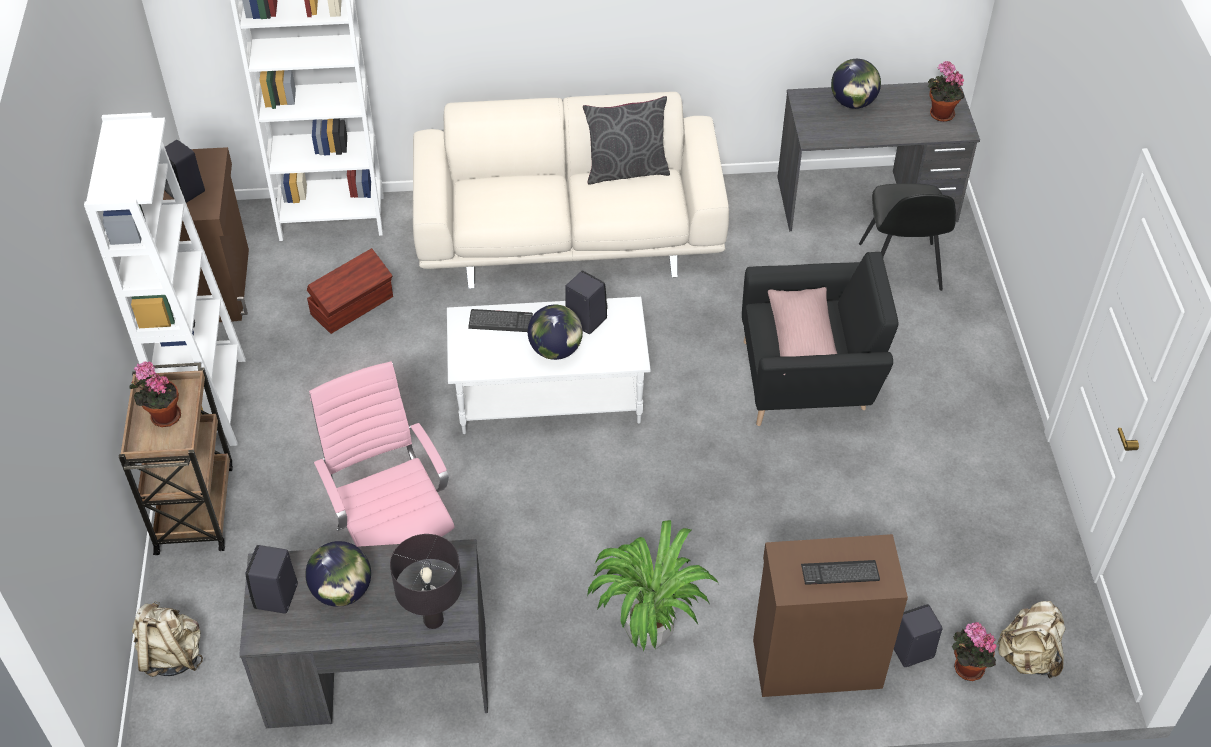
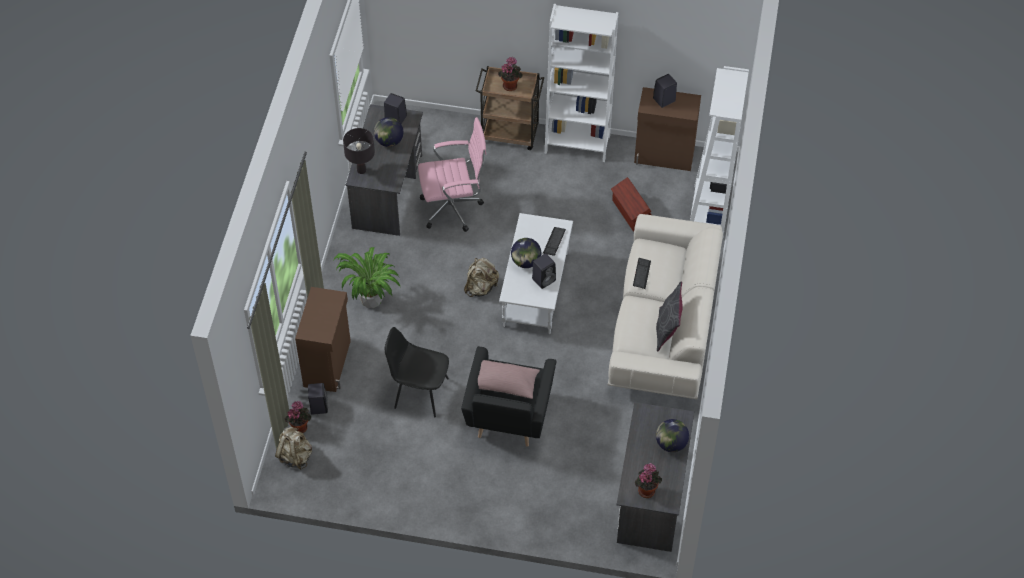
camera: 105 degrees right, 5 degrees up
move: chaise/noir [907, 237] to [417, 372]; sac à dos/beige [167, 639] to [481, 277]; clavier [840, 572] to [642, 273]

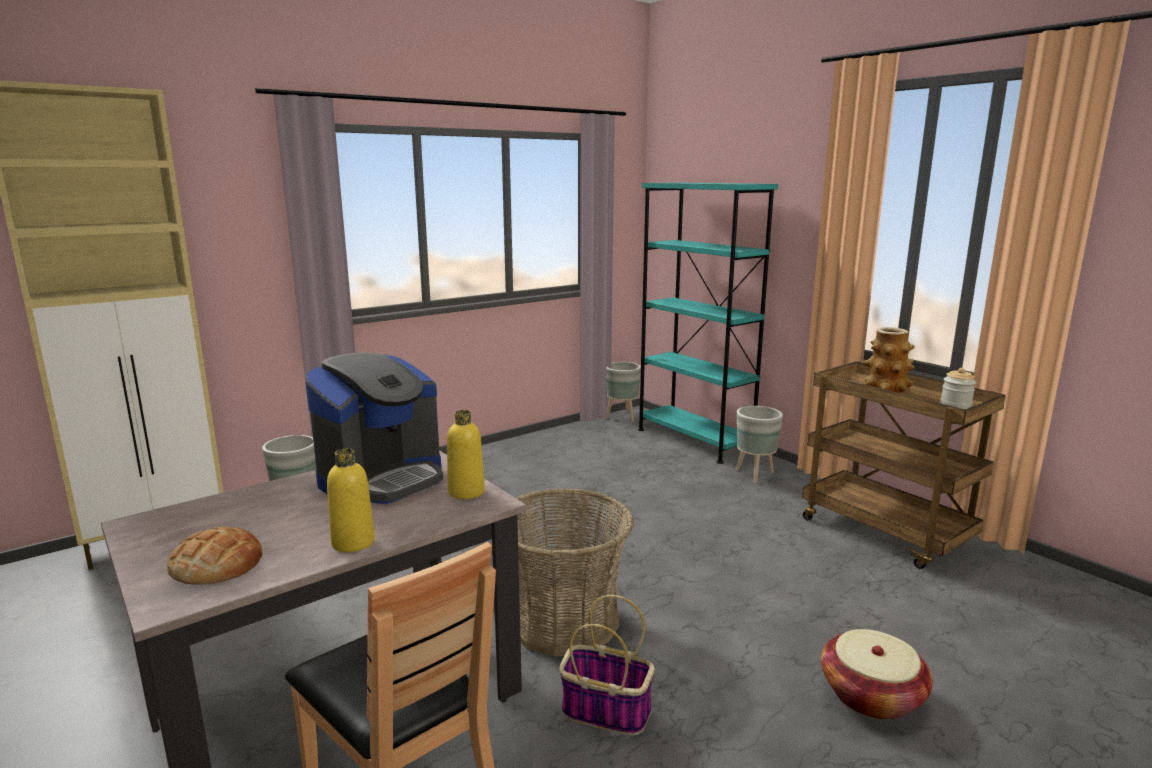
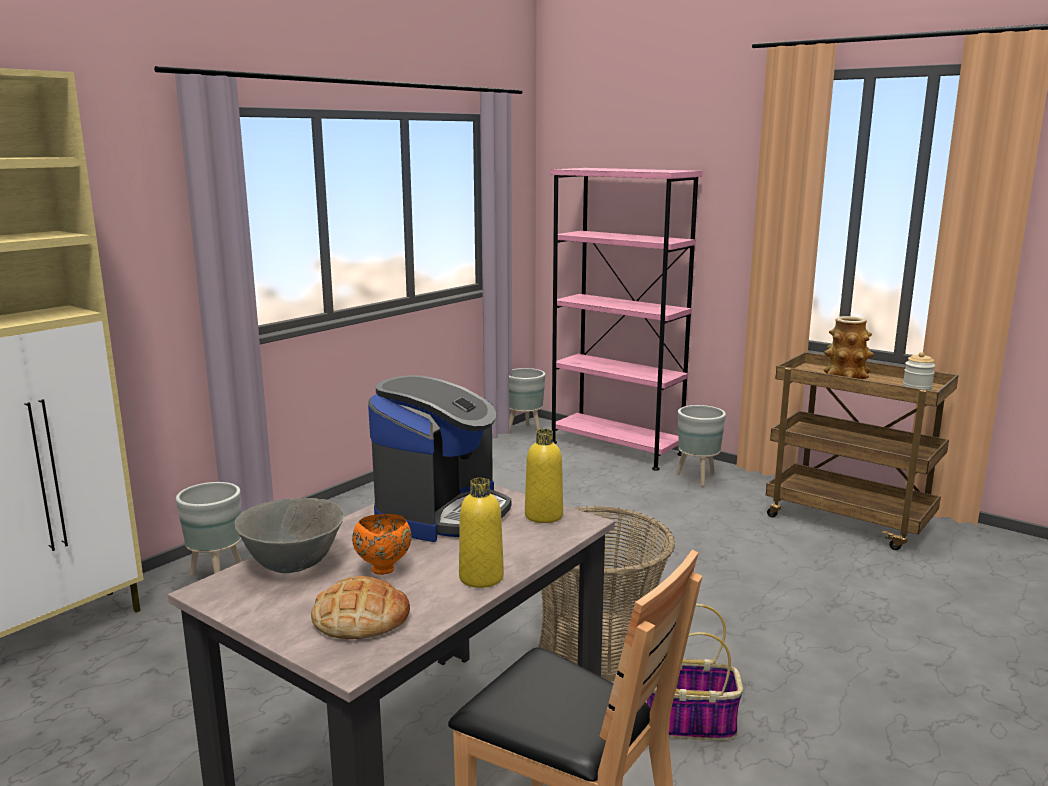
camera: 15 degrees left, 0 degrees up
delete: panier [877, 674]
insert: bol/gris [289, 535]; bol/orange [382, 544]
recolor: bibliothèque/turquoise [708, 323] to bibliothèque/rose [626, 319]

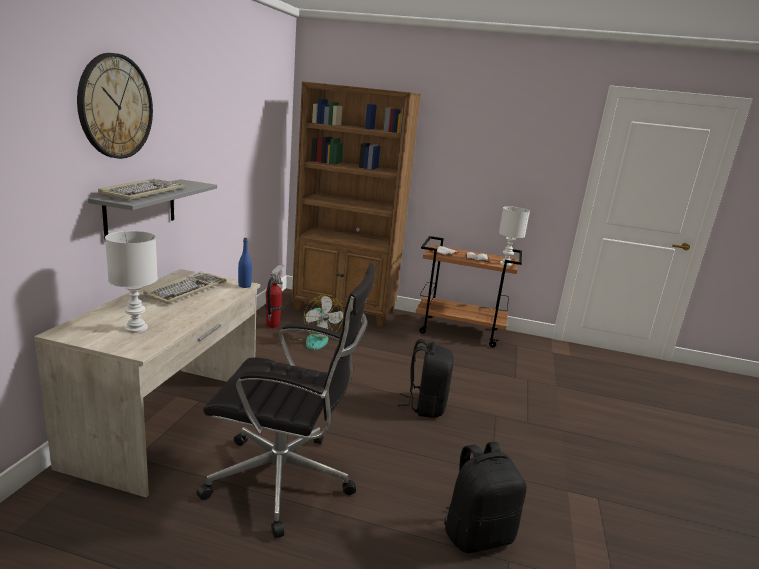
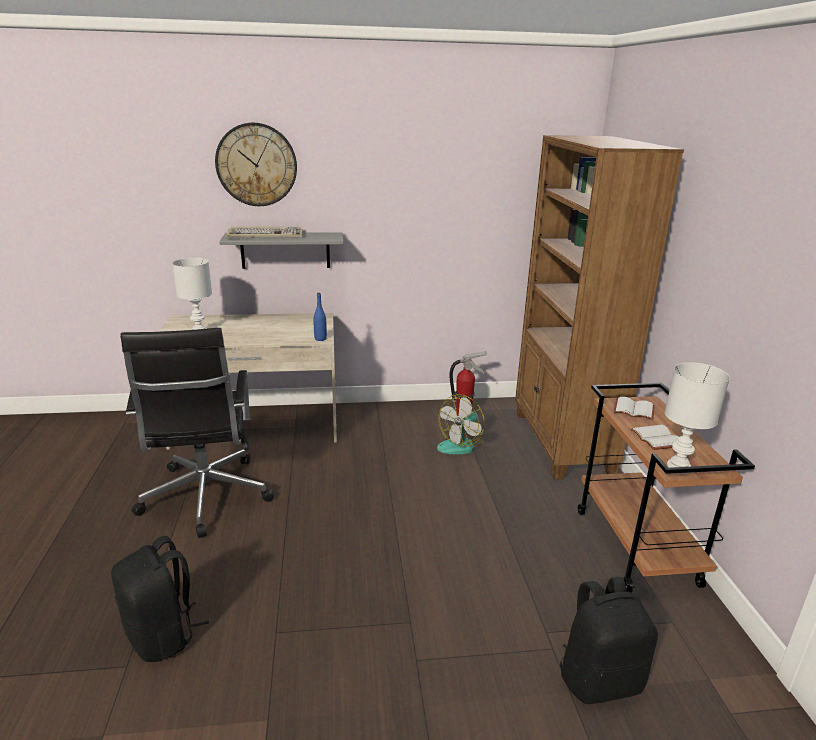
camera: 70 degrees right, 5 degrees up
delete: clavier [185, 287]
move: sac à dos/noir [426, 378] to [609, 640]

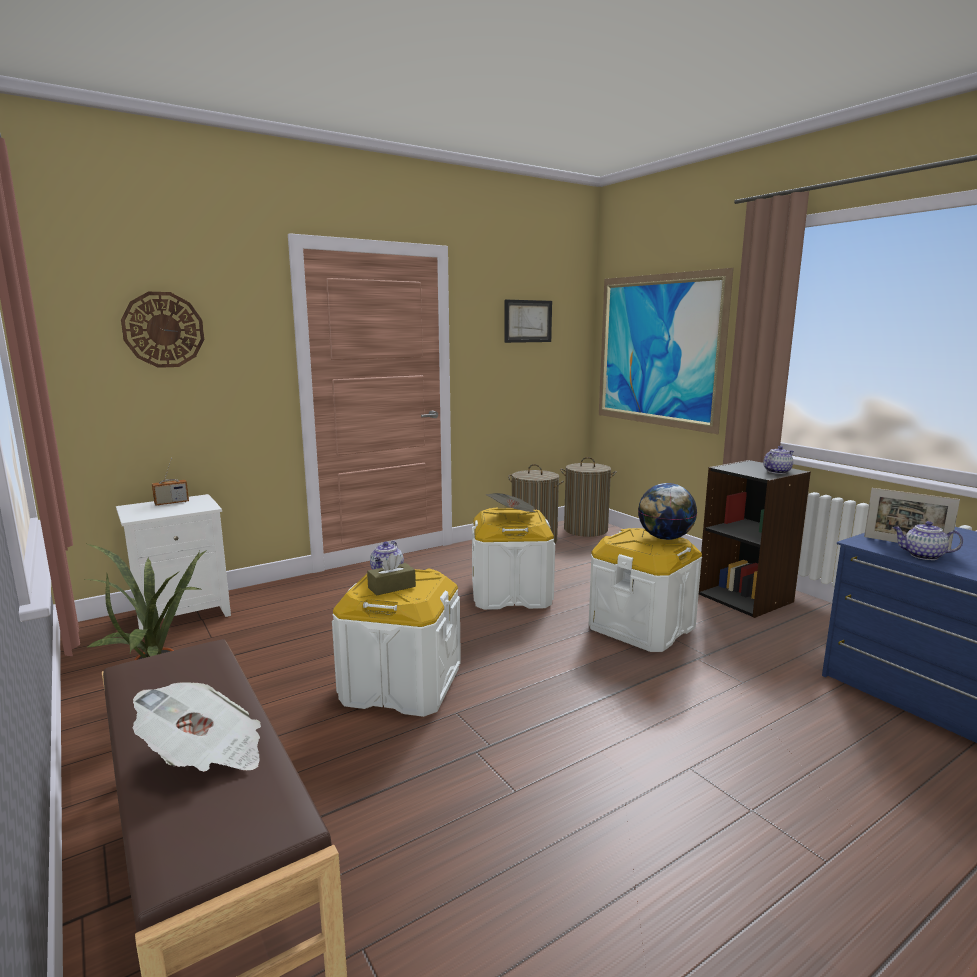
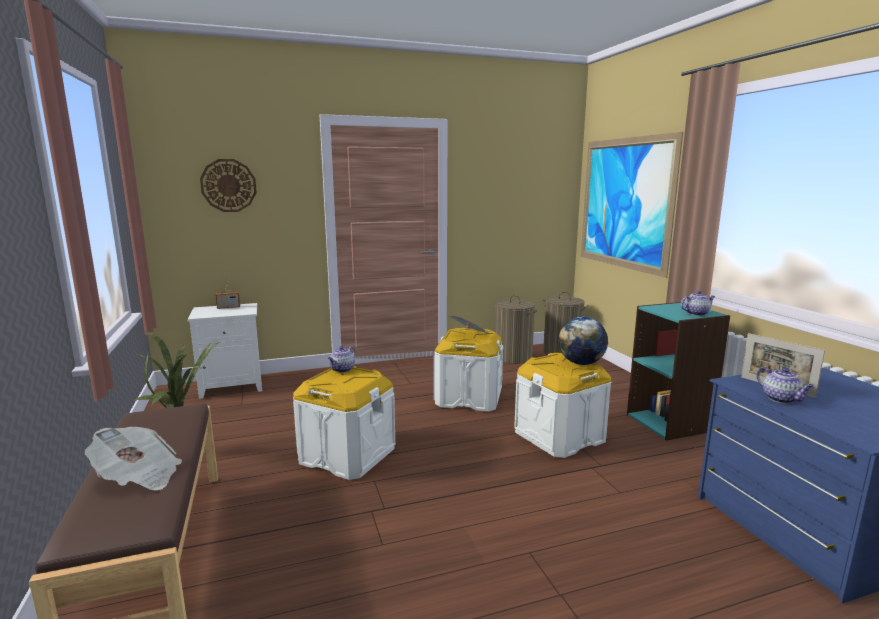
camera: 15 degrees right, 0 degrees up
delete: boîte à mouchoirs/marron [391, 574]; tableau [528, 321]
recolor: bibliothèque/noir [755, 539] to bibliothèque/turquoise [678, 371]
rotate: théière [928, 540] = [785, 385] 150 degrees counterclockwise

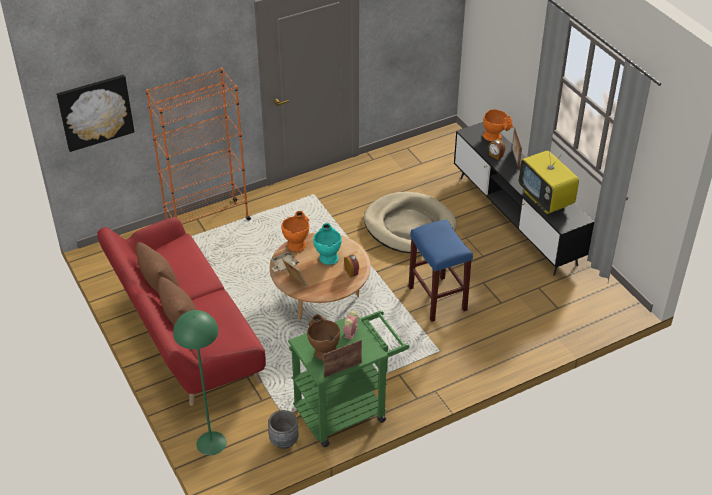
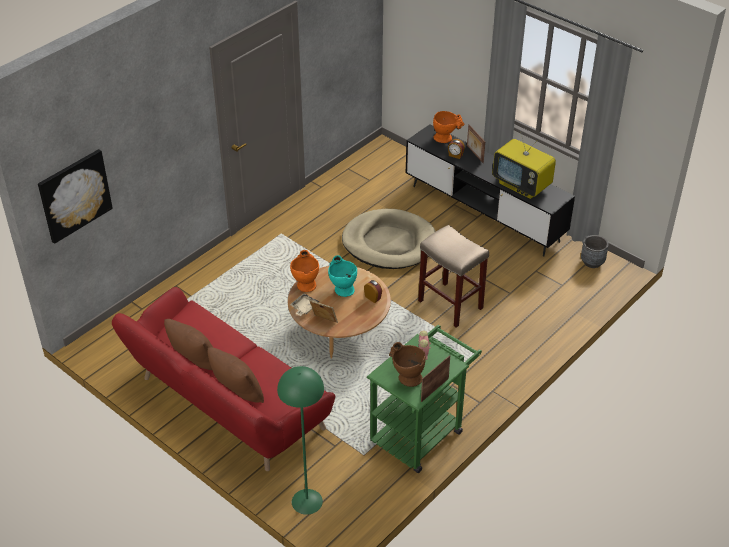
camera: 20 degrees left, 0 degrees up
delete: bibliothèque/orange [198, 145]
move: cache-pot/gris [283, 429] to [595, 251]
recolor: tabouret/bleu [440, 270] to tabouret/beige [453, 276]

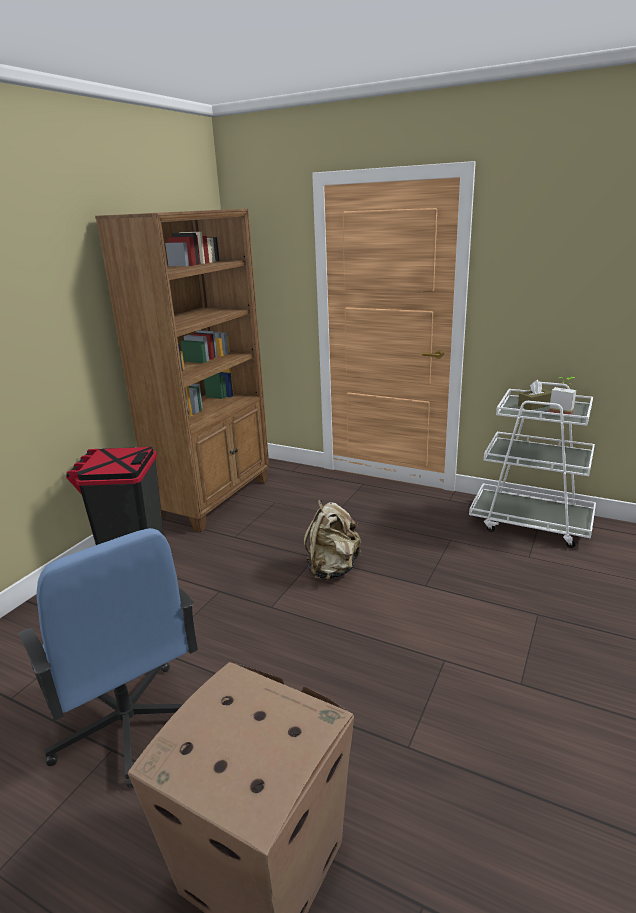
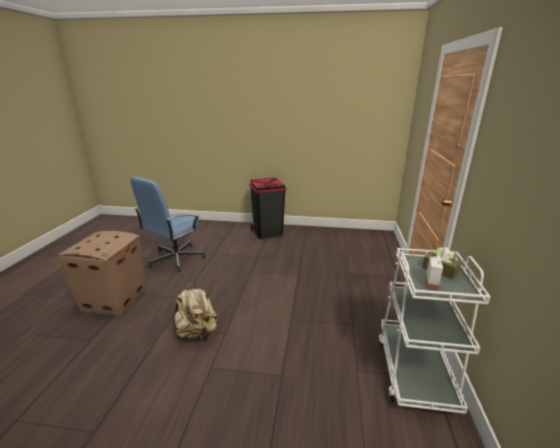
camera: 70 degrees right, 0 degrees up
delete: bibliothèque/marron [182, 370]
move: sac à dos/beige [333, 540] to [194, 311]

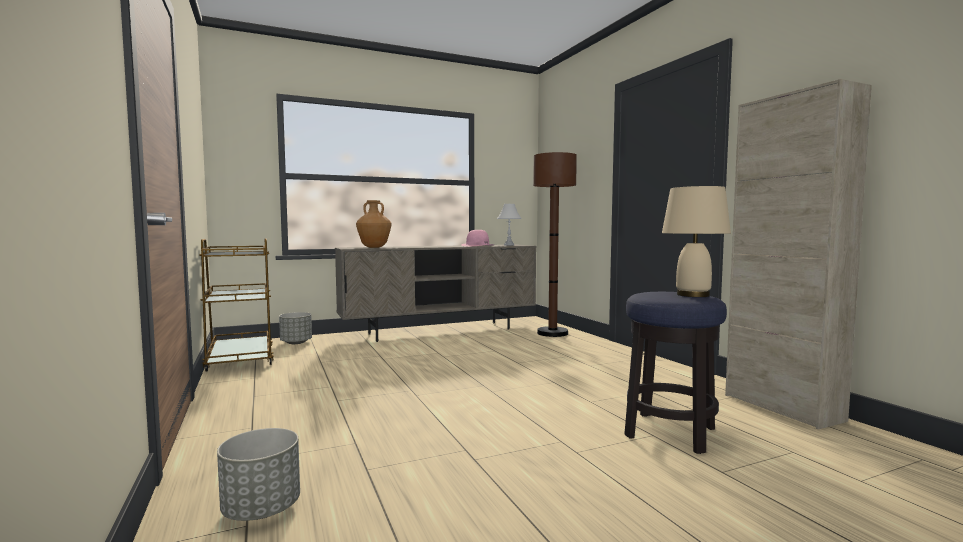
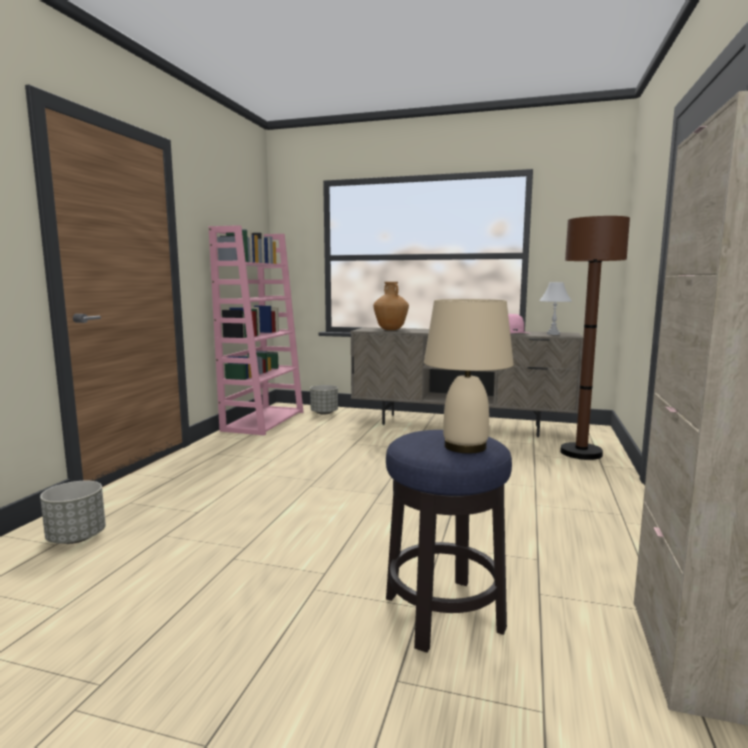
camera: 40 degrees right, 5 degrees up
replace: chariot/marron [236, 305] to bibliothèque/rose [256, 330]

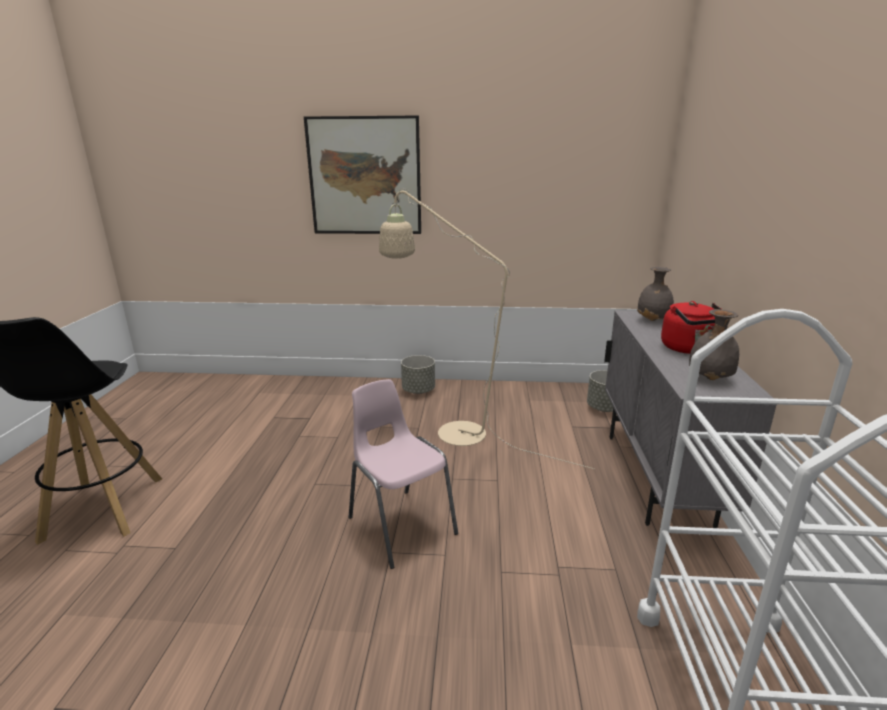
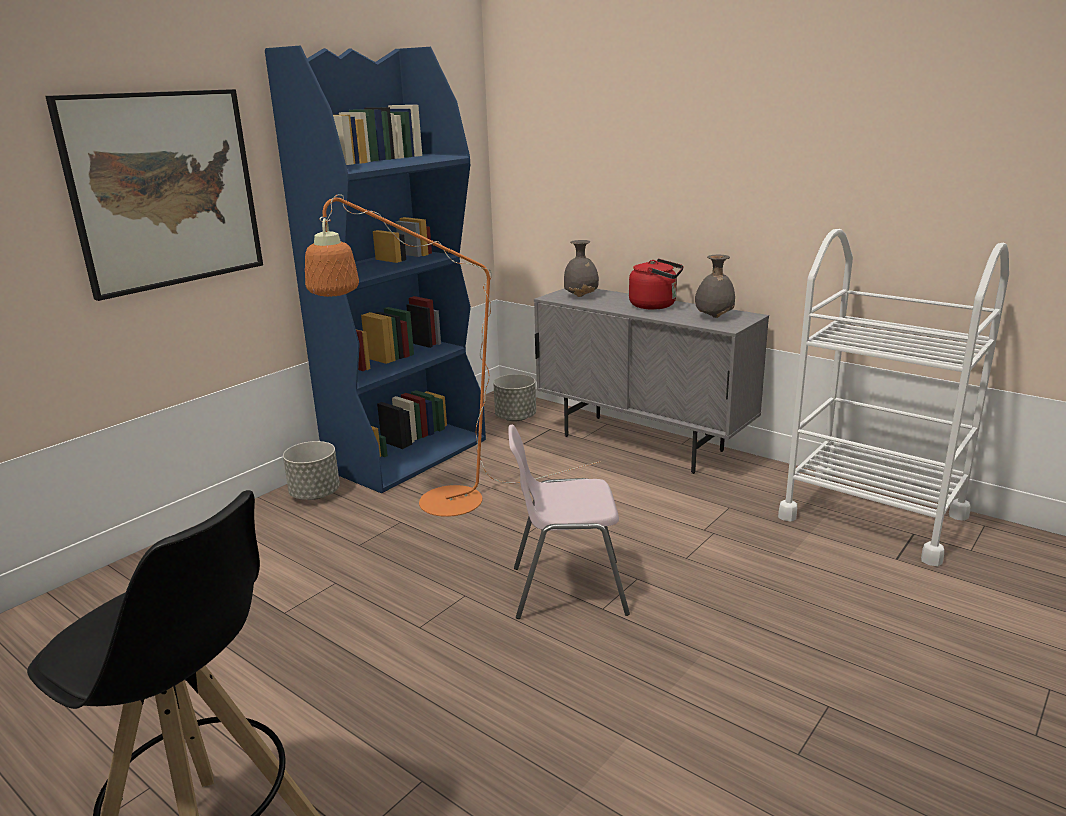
camera: 55 degrees left, 0 degrees up
insert: bibliothèque/bleu [375, 269]
recolor: lampadaire/beige [486, 329] to lampadaire/orange [453, 355]

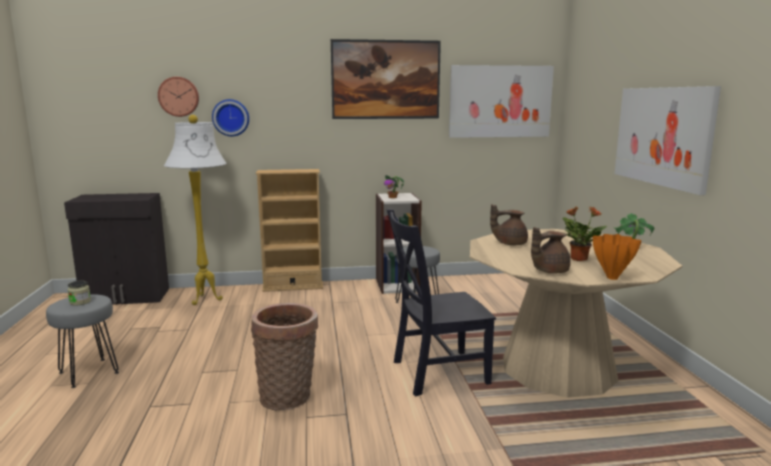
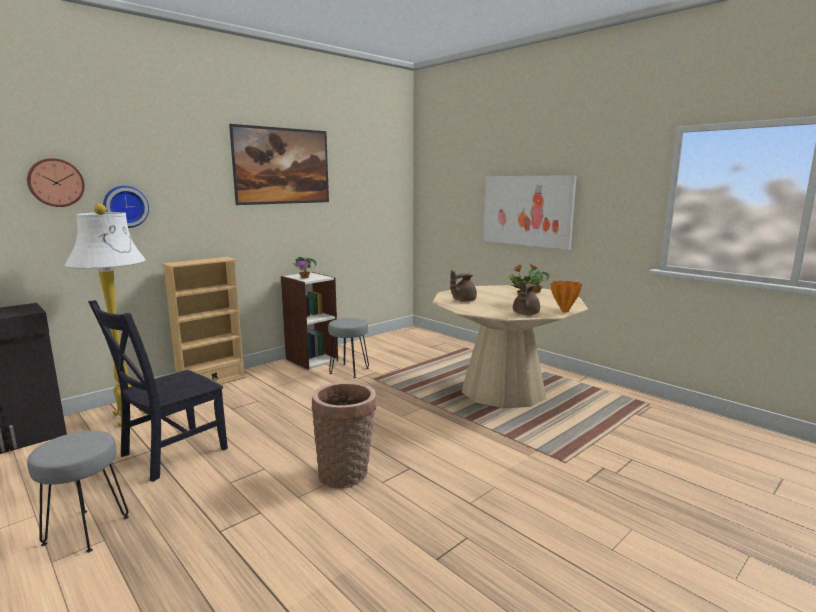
camera: 35 degrees left, 0 degrees up
delete: bocal [79, 293]; tableau [501, 101]
move: chaise/noir [441, 302] to [158, 391]

